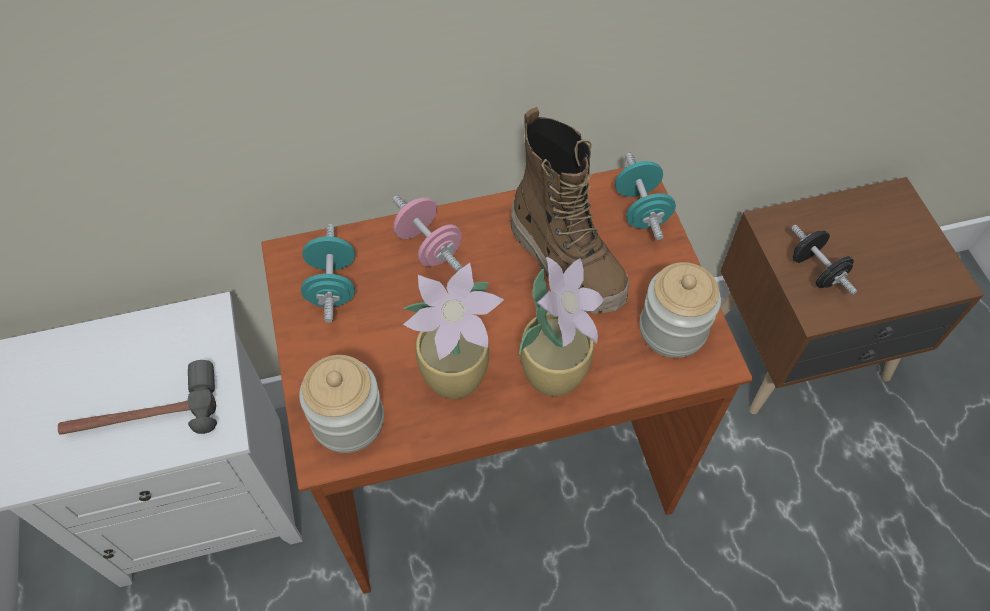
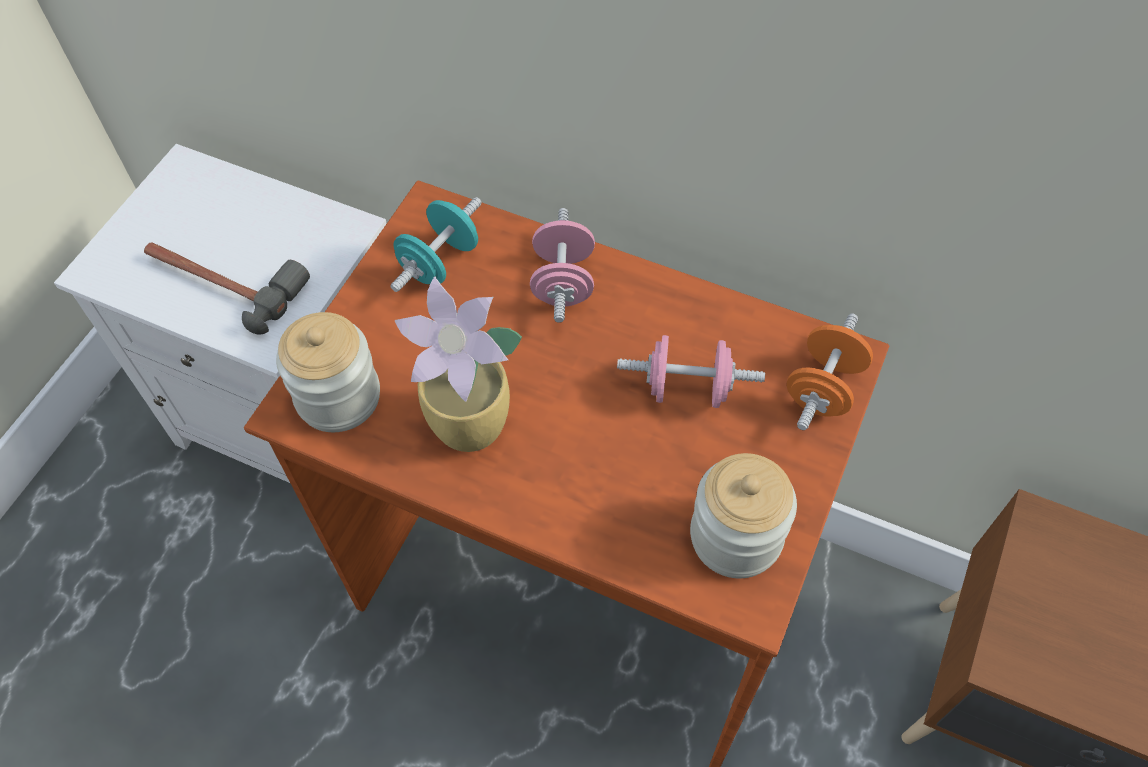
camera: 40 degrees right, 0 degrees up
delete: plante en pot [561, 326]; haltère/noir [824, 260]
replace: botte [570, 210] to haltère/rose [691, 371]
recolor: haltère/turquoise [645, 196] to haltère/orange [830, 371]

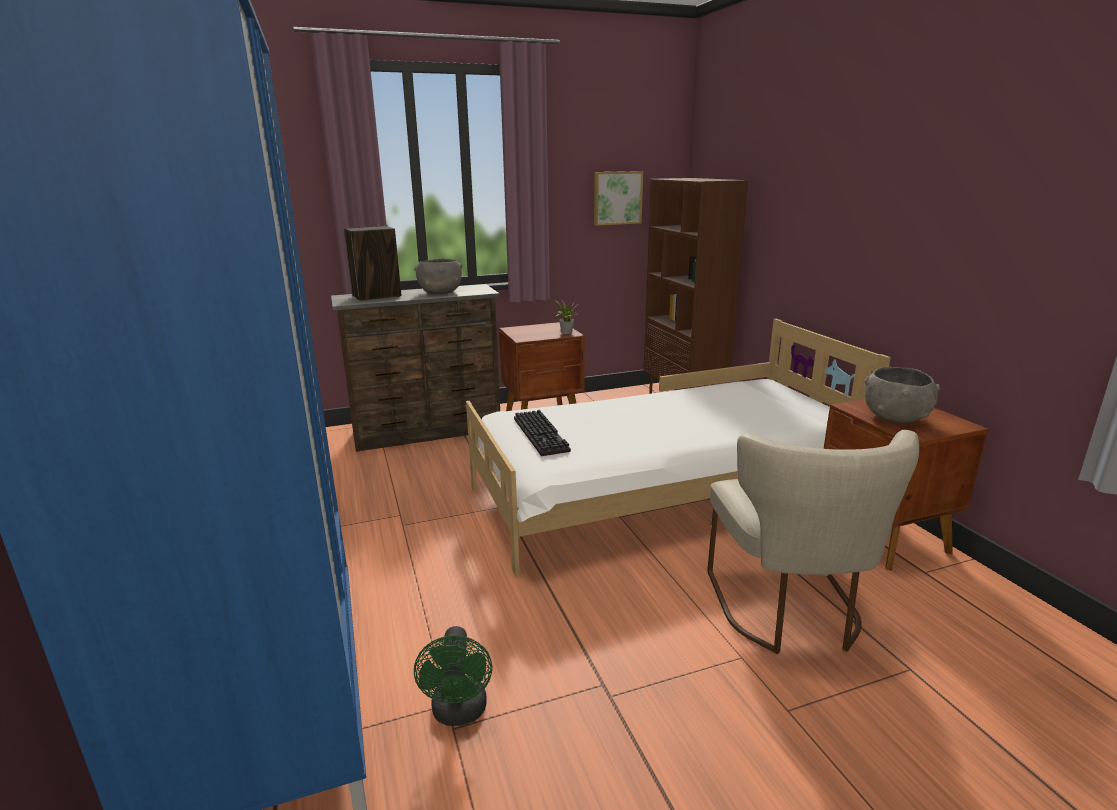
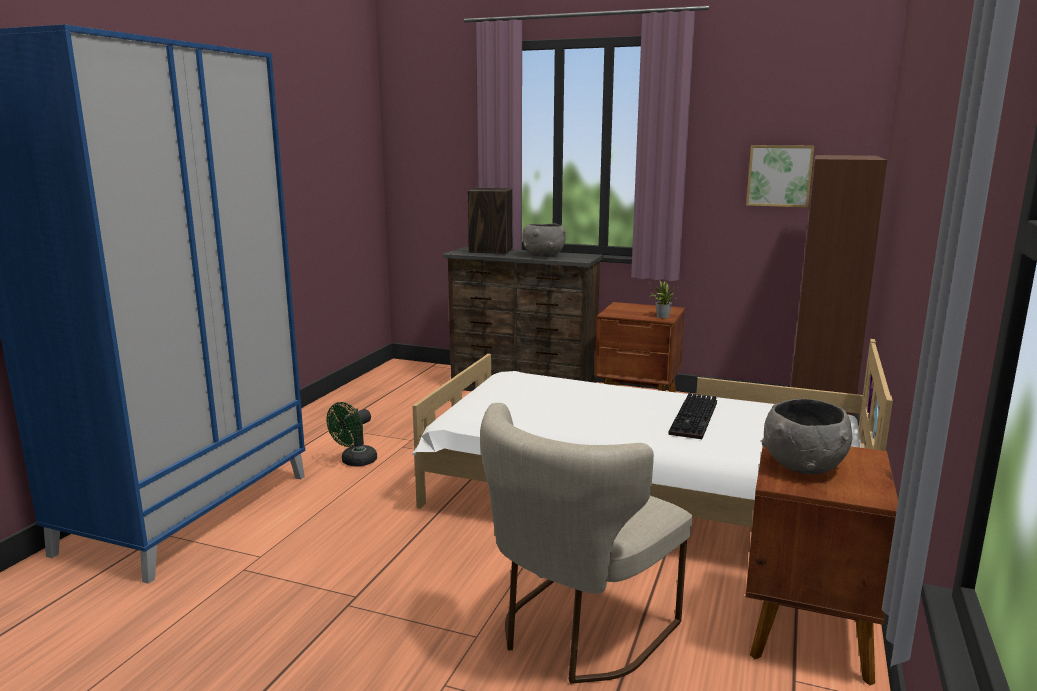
camera: 40 degrees right, 5 degrees down
move: ventilateur/vert [453, 676] to [352, 434]; clavier [542, 433] to [692, 416]

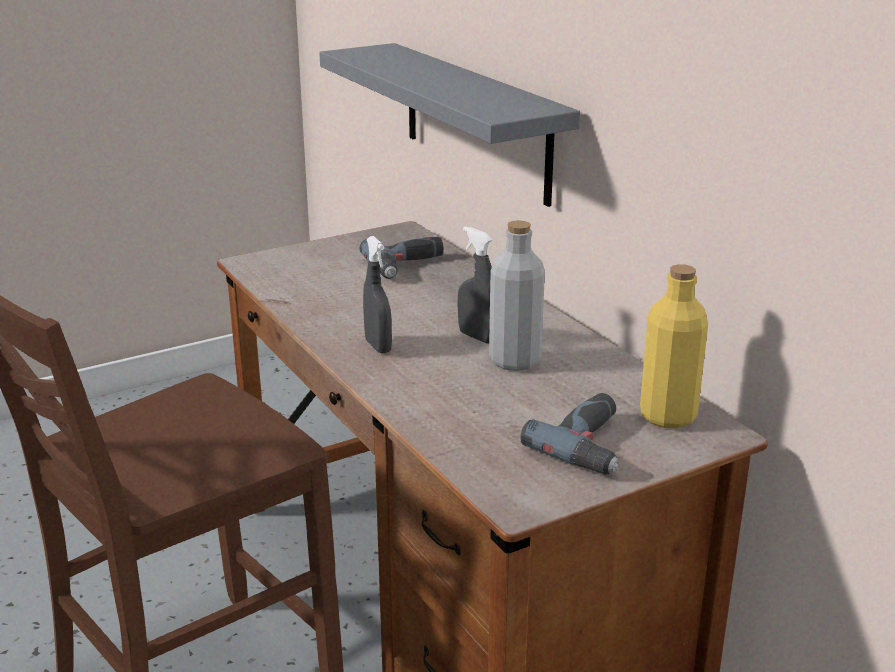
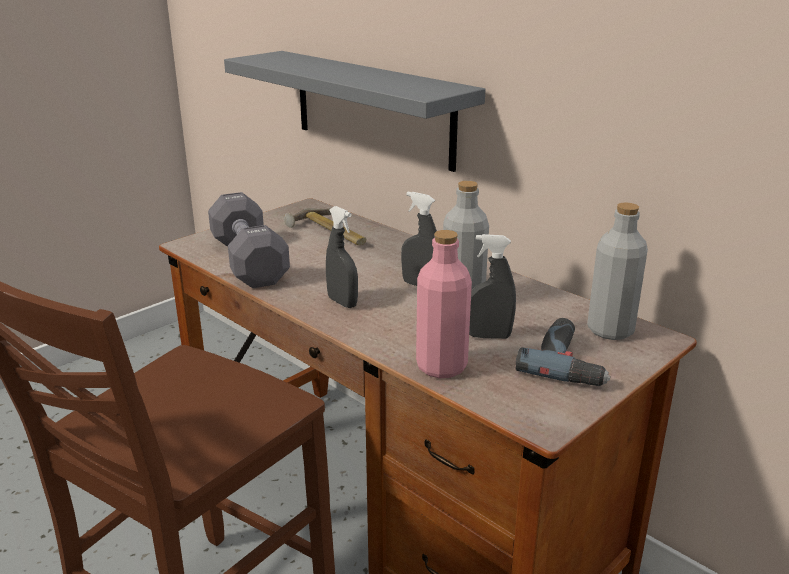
camera: 15 degrees left, 0 degrees up
insert: haltère/gris [249, 240]; bouteille/rose [444, 304]; vaporisateur/gris [492, 286]
replace: perceuse [401, 258] to marteau [325, 226]
recolor: bouteille/jaune [674, 346] to bouteille/gris [617, 271]

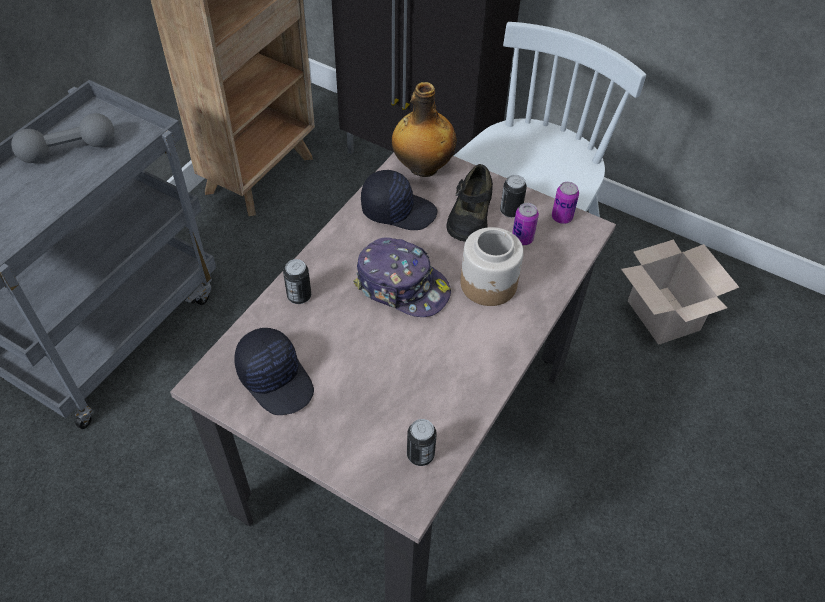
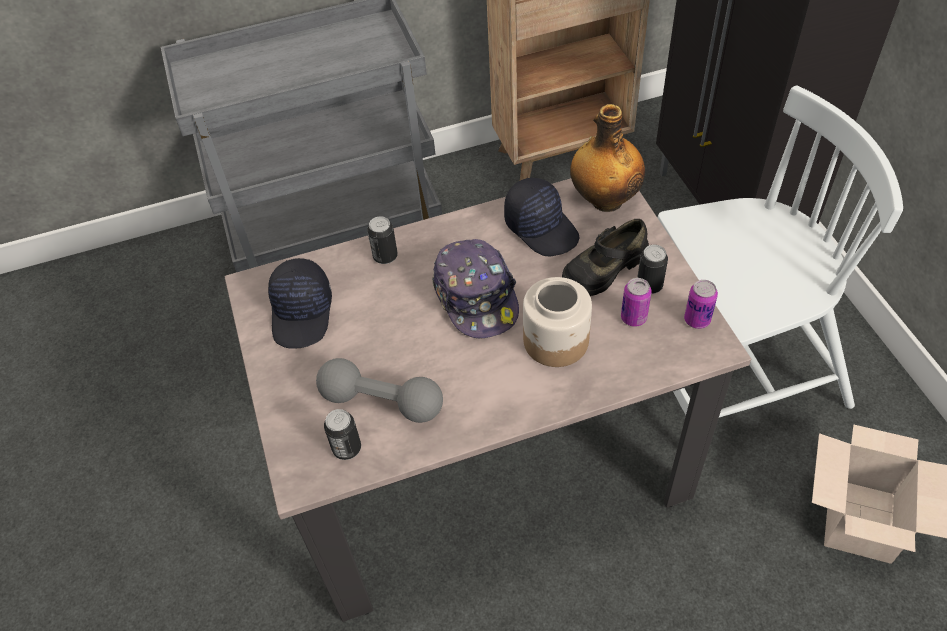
camera: 45 degrees right, 0 degrees up
move: haltère/gris [62, 138] to [379, 390]

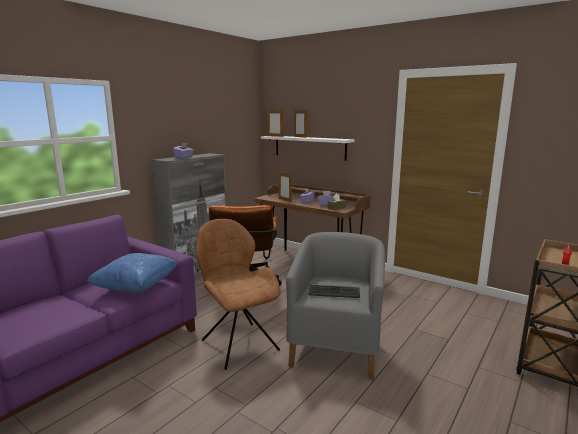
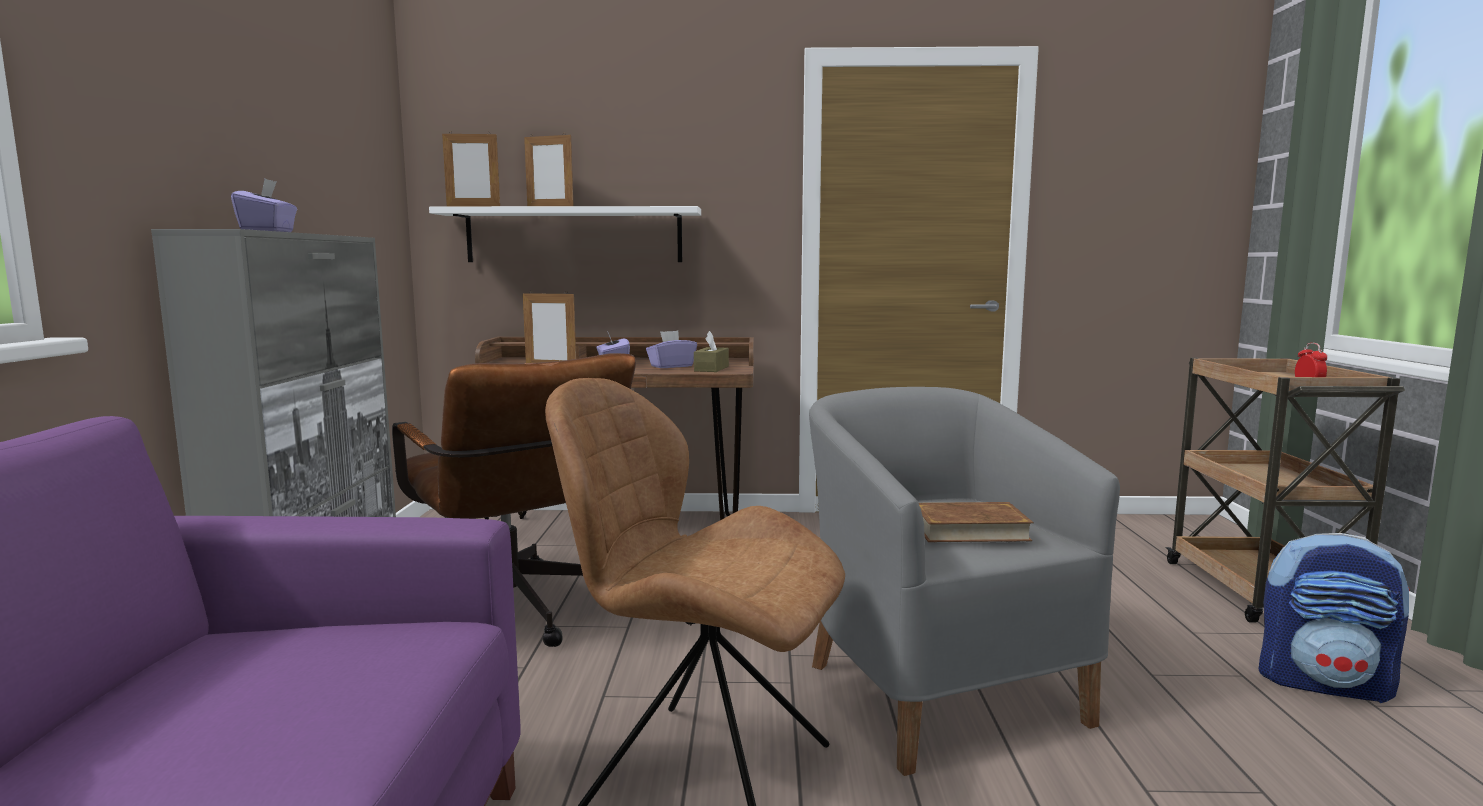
camera: 35 degrees left, 5 degrees down
delete: coussin/bleu [133, 273]
insert: sac à dos [1334, 618]
replace: clavier [334, 291] to livre/marron [976, 522]

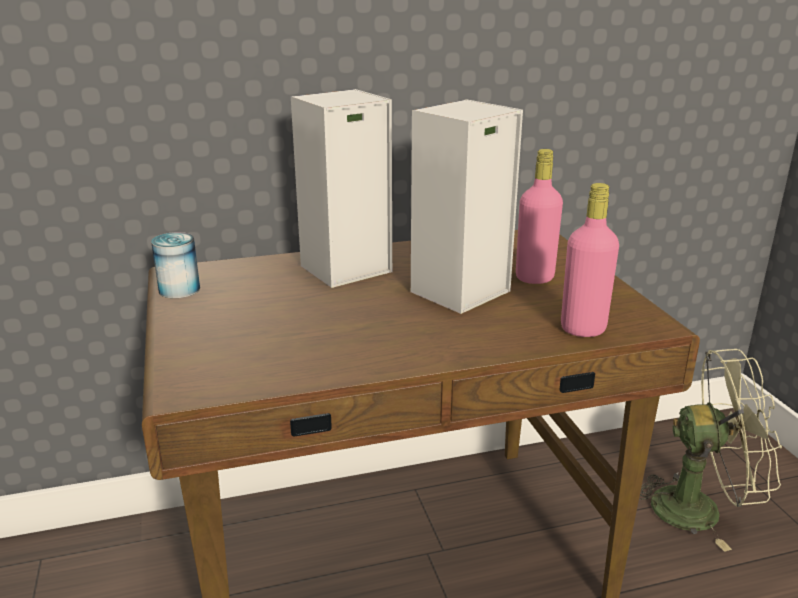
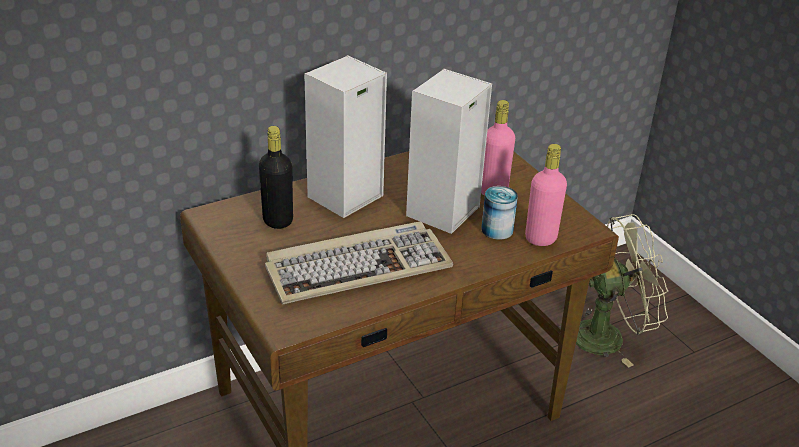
camera: 15 degrees left, 10 degrees up
insert: bouteille/noir [276, 177]; clavier [359, 263]
move: boîte métallique [175, 265] to [499, 213]

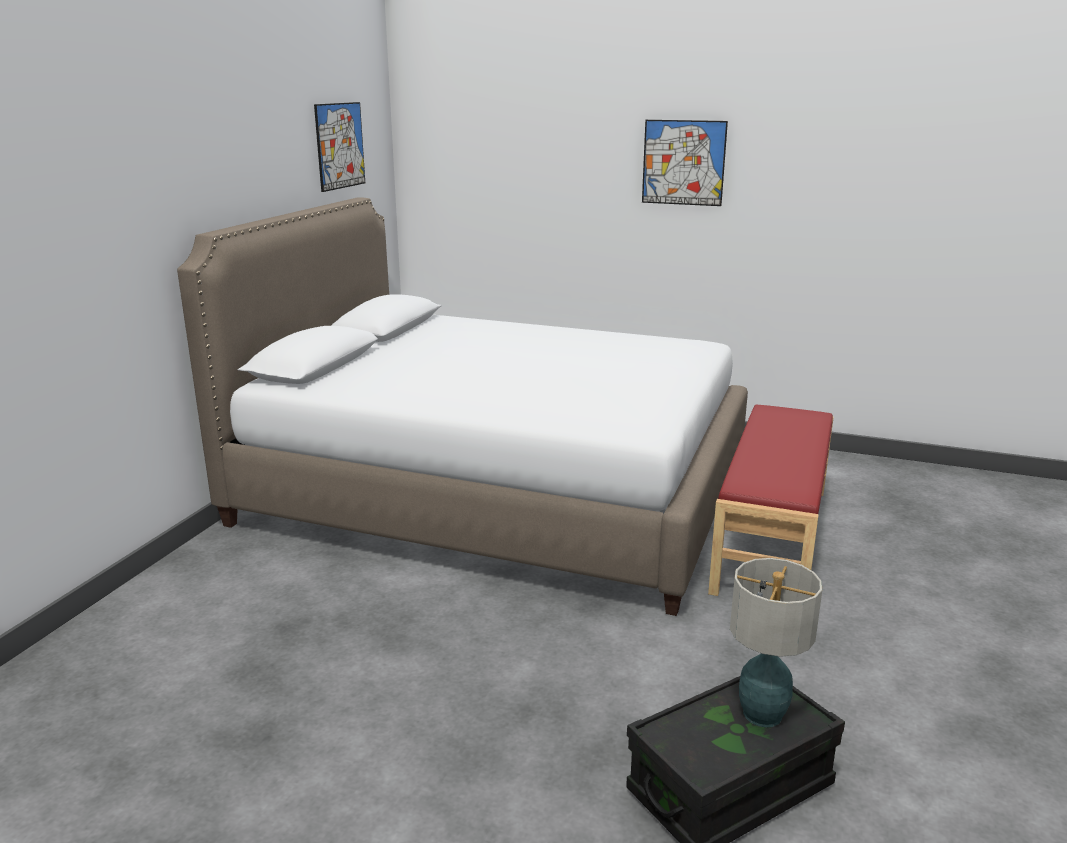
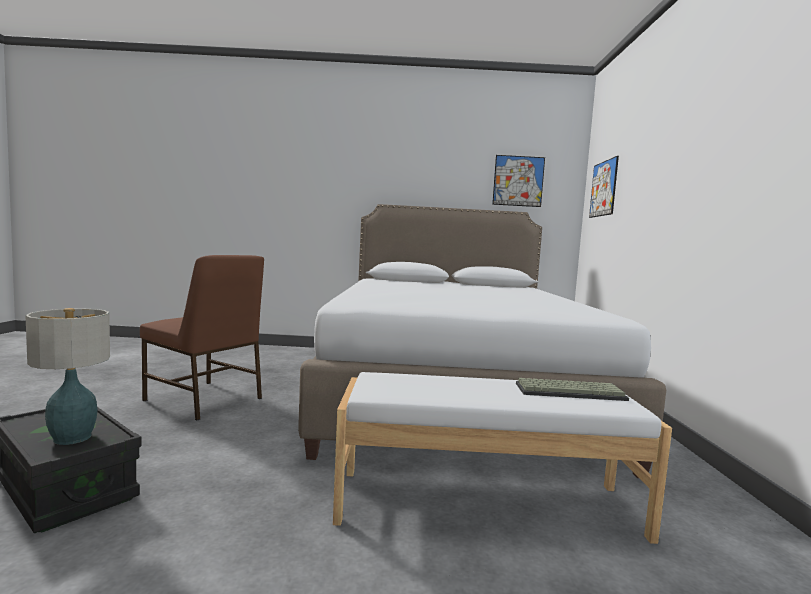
camera: 70 degrees right, 15 degrees down
insert: chaise/marron [202, 337]; clavier [572, 389]
move: tableau [685, 163] to [604, 187]
recolor: banc/rouge [771, 500] to banc/blanc [502, 458]

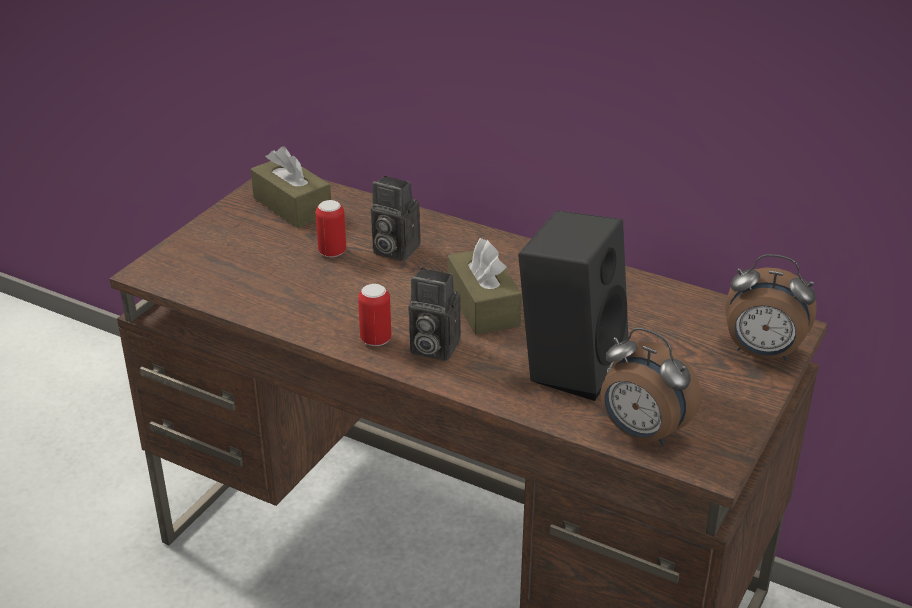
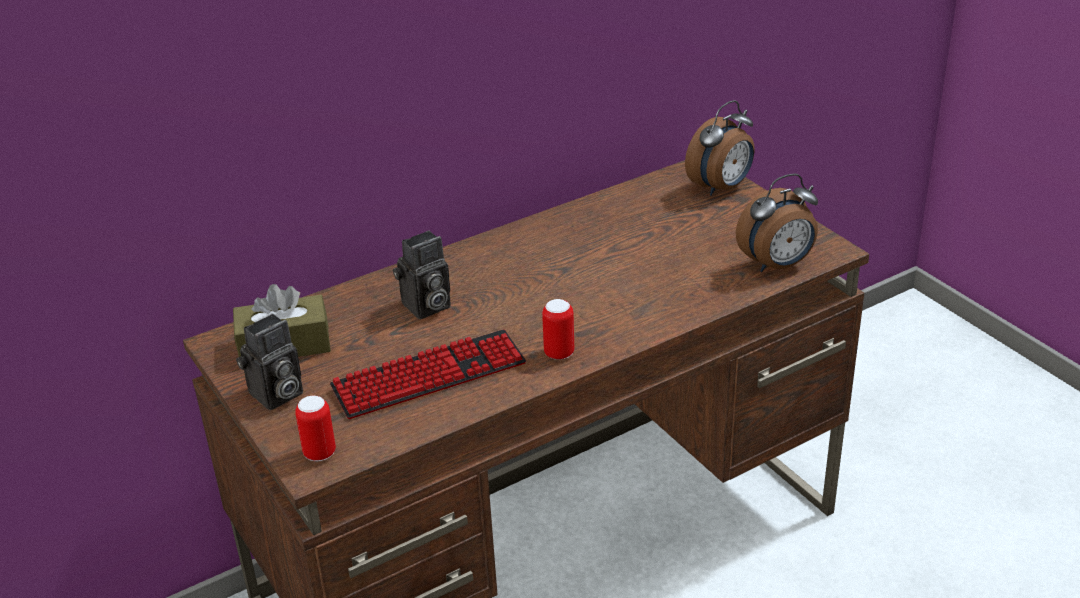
camera: 60 degrees left, 0 degrees up
delete: boîte à mouchoirs/marron [485, 286]; enceinte/noir [573, 305]
insert: clavier [428, 374]
move: appareil photo [435, 314] to [269, 362]; boîte métallique [330, 228] to [315, 428]

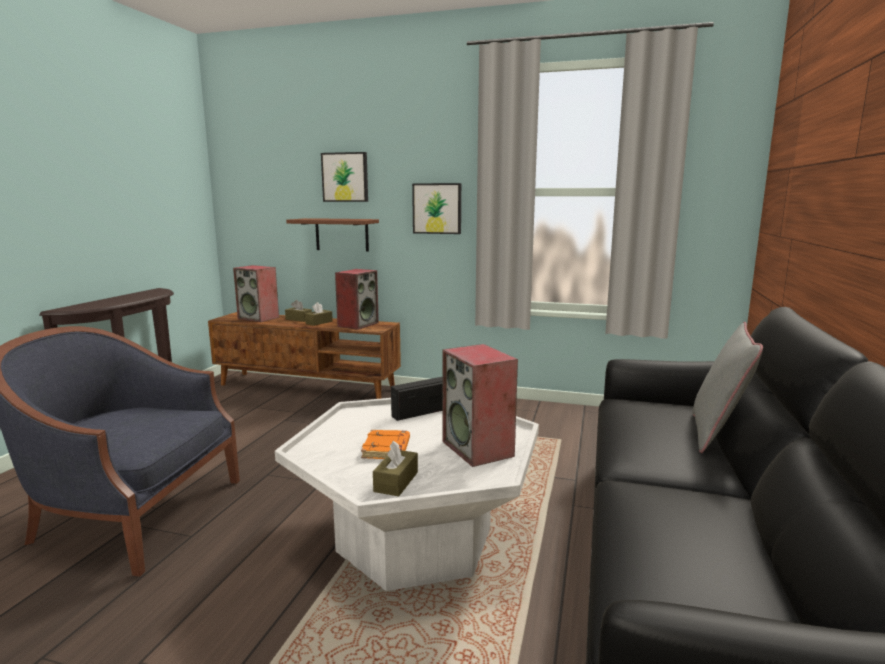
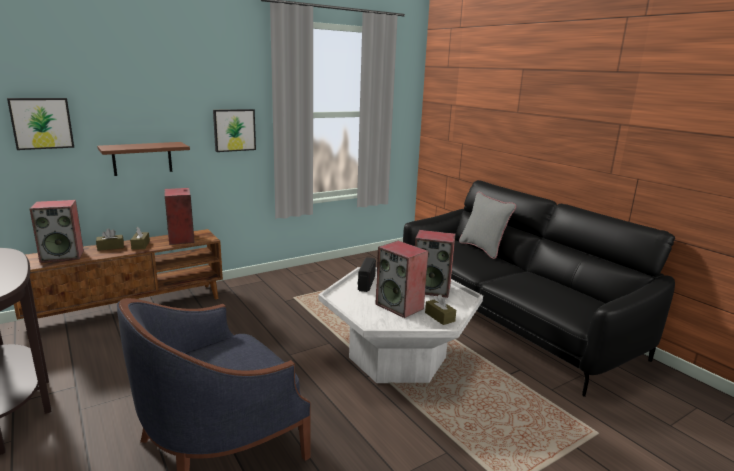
camera: 50 degrees left, 5 degrees up
move: tableau [344, 177] to [40, 124]
replace: livre/orange [385, 444] to enceinte [401, 279]

